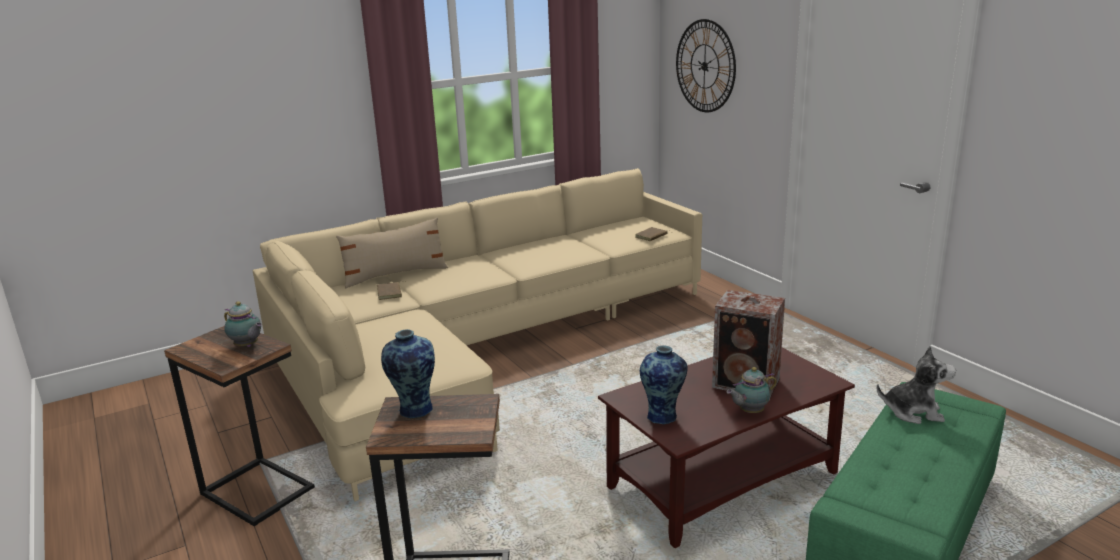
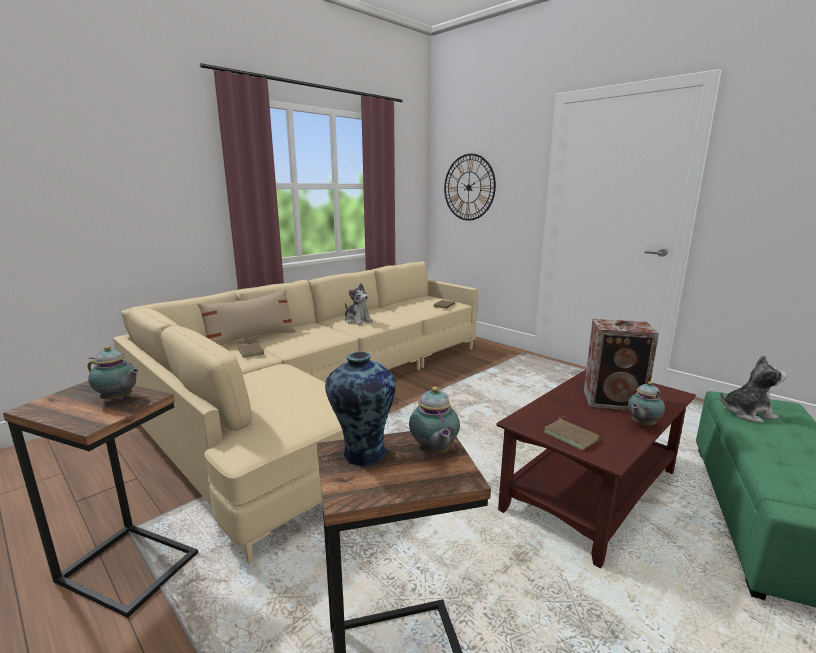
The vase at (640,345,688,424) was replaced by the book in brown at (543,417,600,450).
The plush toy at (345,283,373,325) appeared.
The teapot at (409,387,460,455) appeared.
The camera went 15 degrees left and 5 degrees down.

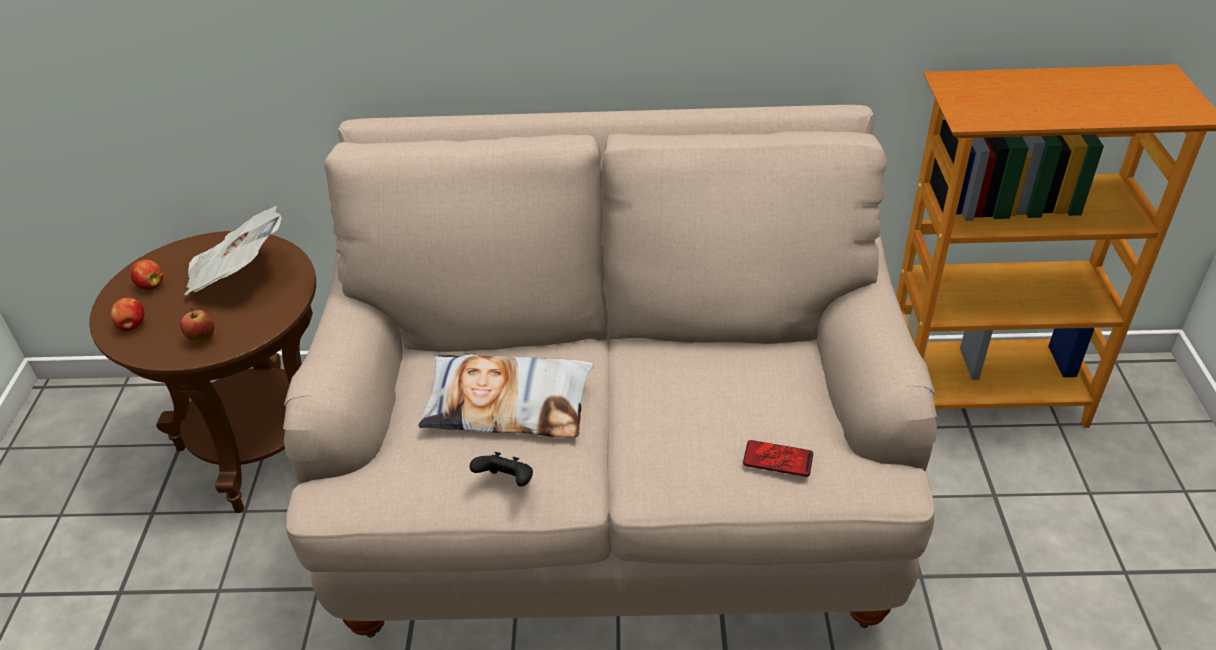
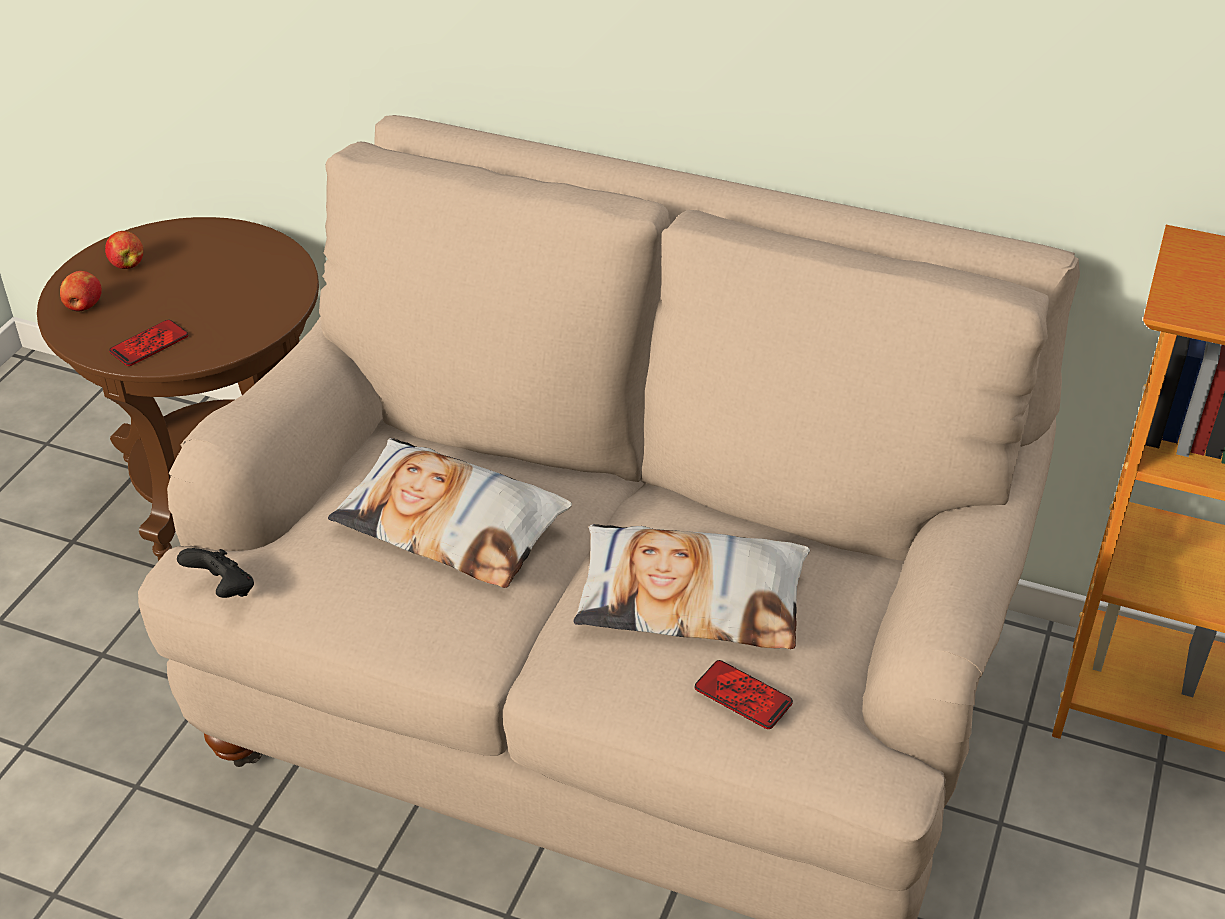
The apple at (180,308,214,344) was replaced by the phone at (109,320,189,366).
The newspaper at (184,206,282,296) disappeared.
The game controller in black moved from (469,452,533,487) to (177,548,254,598).
The pillow at (573,524,810,649) appeared.
The camera went 20 degrees right and 0 degrees up.

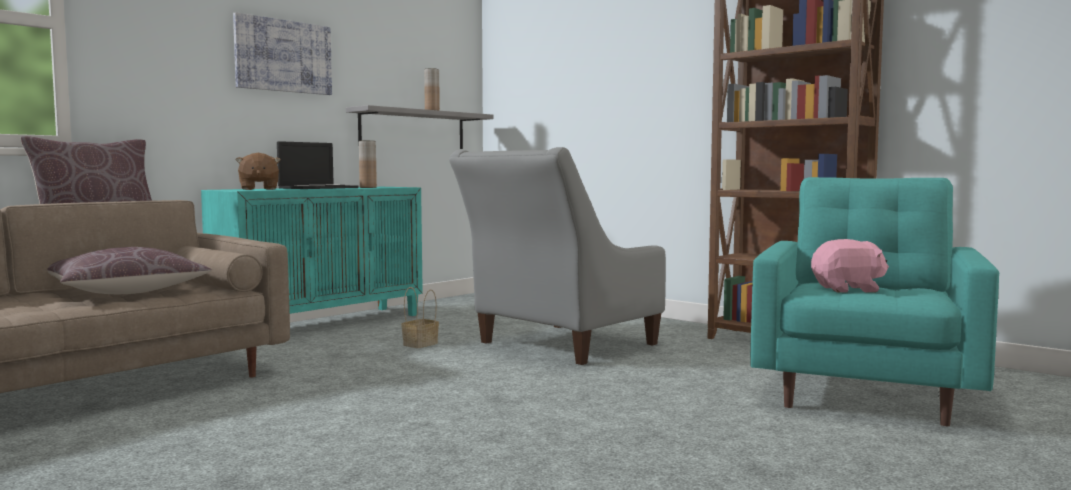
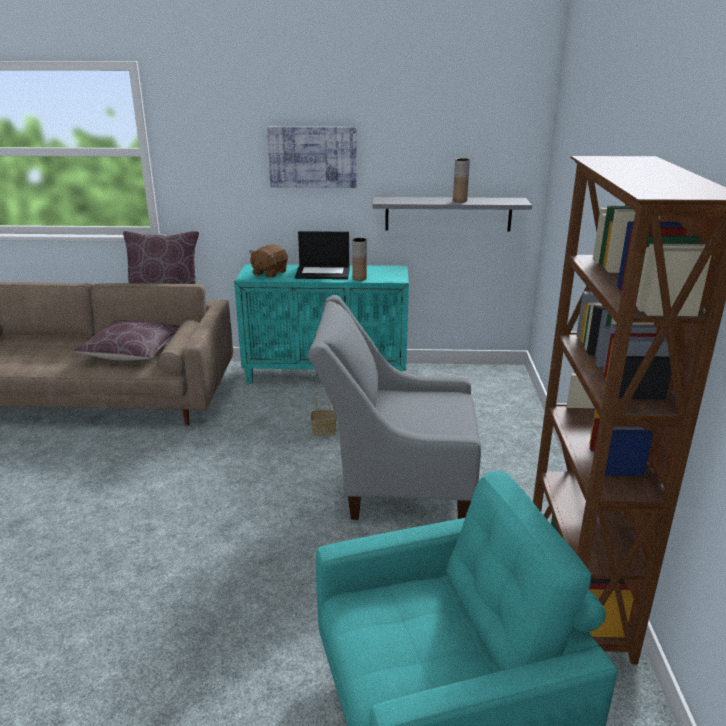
The plush toy in pink at (811,239,889,293) disappeared.
The camera went 50 degrees right and 20 degrees up.

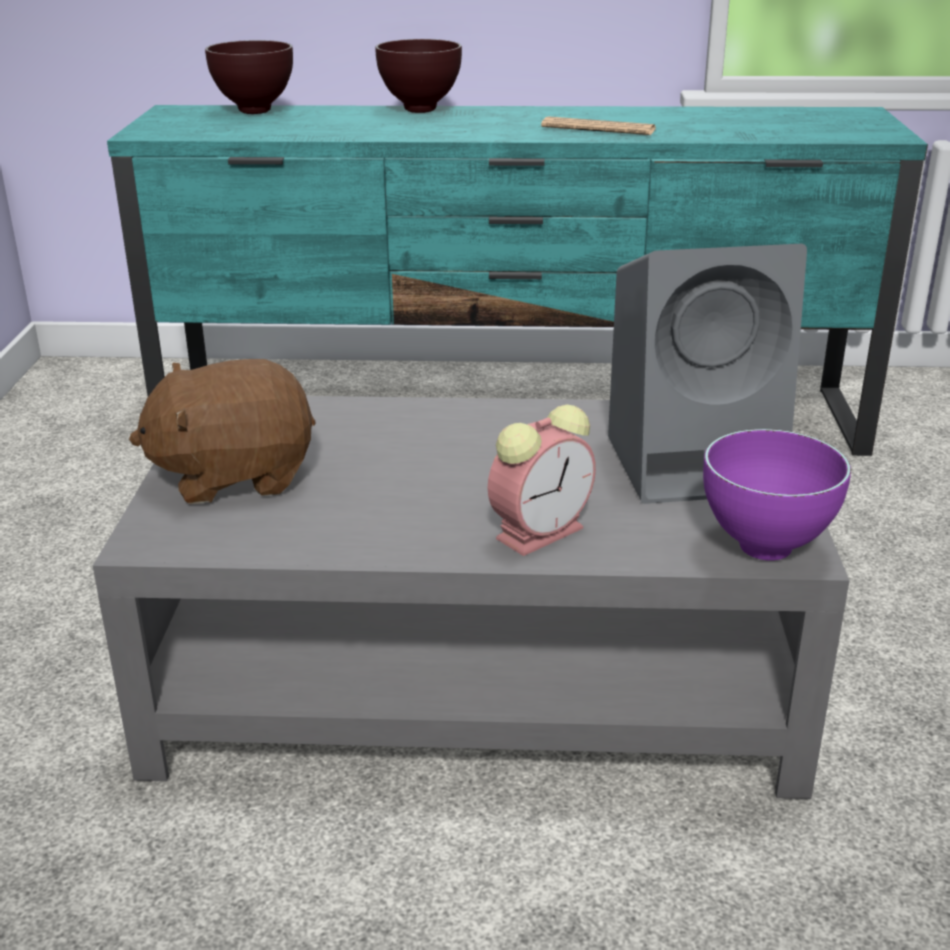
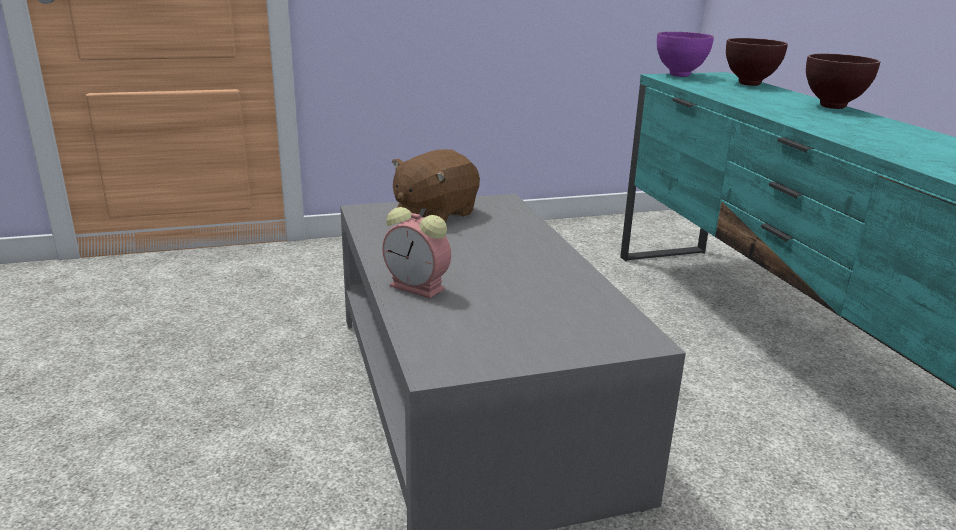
The plush toy in brown at (129,359,316,504) turned 105 degrees counterclockwise.
The newspaper at (541,116,656,135) disappeared.
The speaker in grey at (608,244,807,504) disappeared.
The bowl in purple moved from (703,429,851,560) to (657,32,714,77).
The camera went 70 degrees right and 5 degrees down.

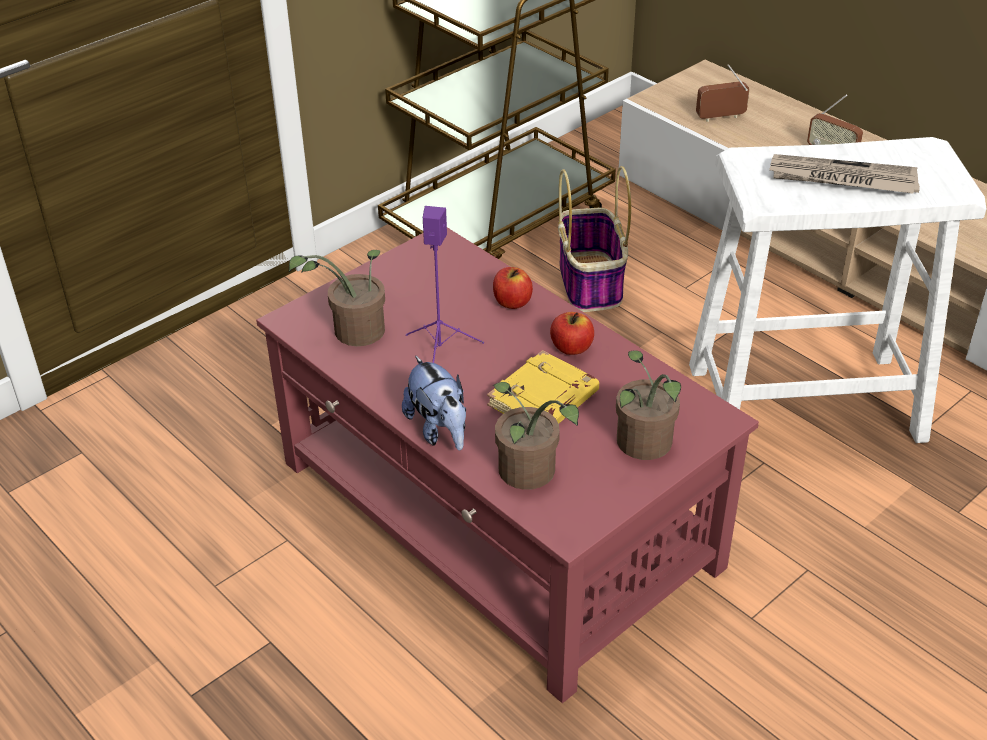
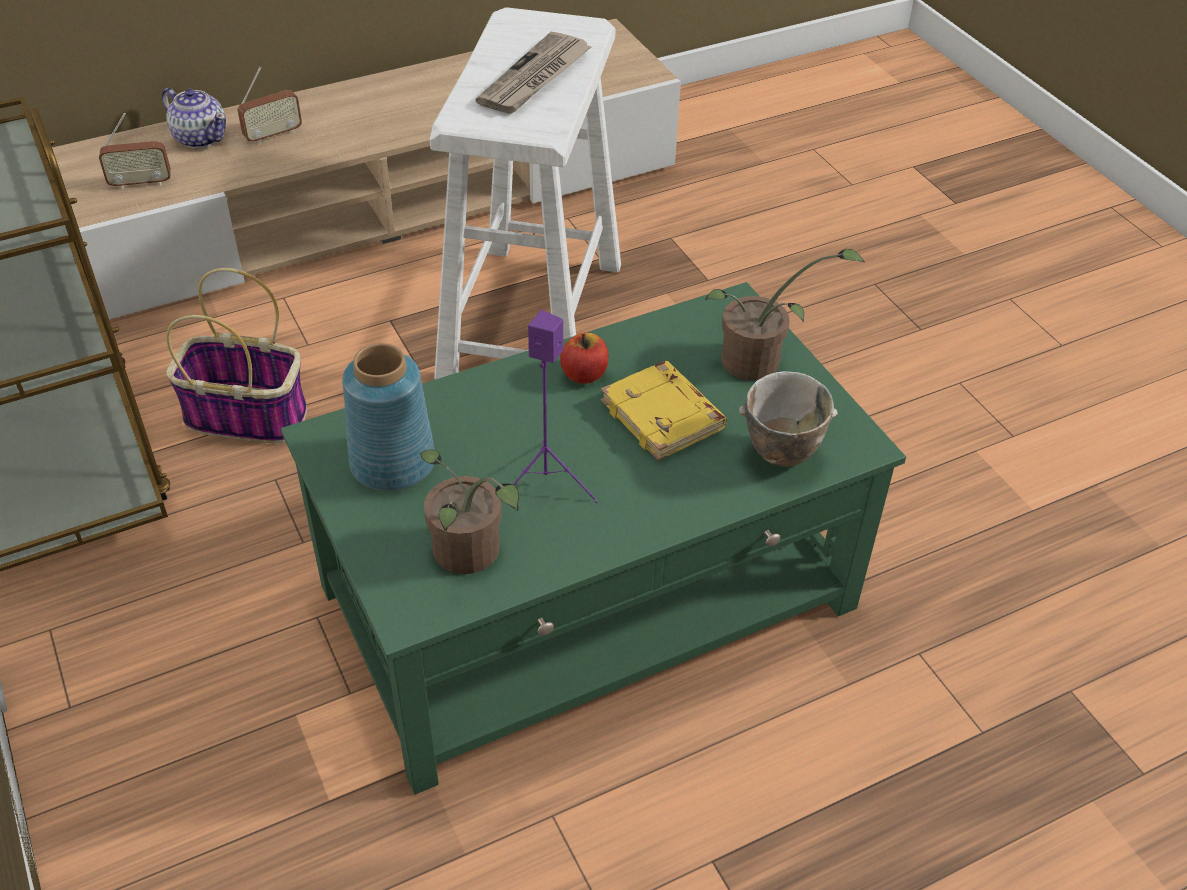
The coffee table in red at (256,227,759,703) became the coffee table in green at (281,282,906,795).
The plush toy at (402,355,466,450) disappeared.
The apple at (493,267,533,309) disappeared.
The potted plant at (493,382,579,490) was replaced by the bowl at (739,371,838,467).
The radio at (696,64,750,122) turned 105 degrees counterclockwise.
The teapot at (162,88,226,148) appeared.
The vase in blue at (342,343,435,491) appeared.
The camera went 75 degrees left and 5 degrees up.

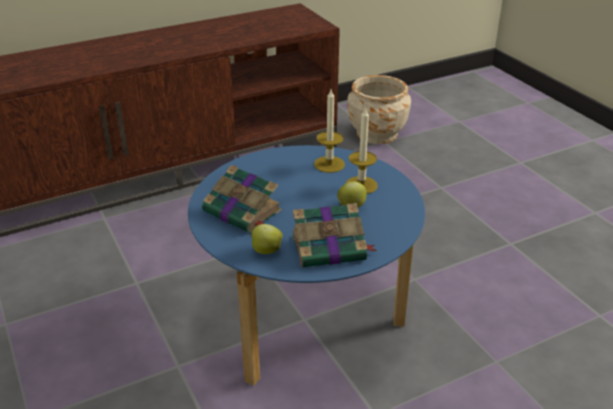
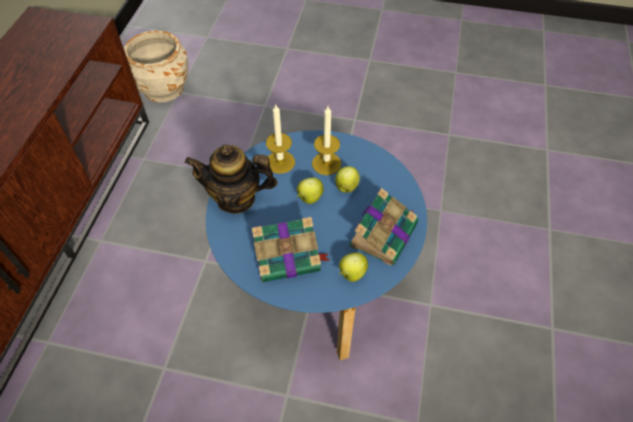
The teapot at (185,145,278,214) appeared.
The apple at (297,178,324,204) appeared.
The camera went 50 degrees left and 20 degrees up.

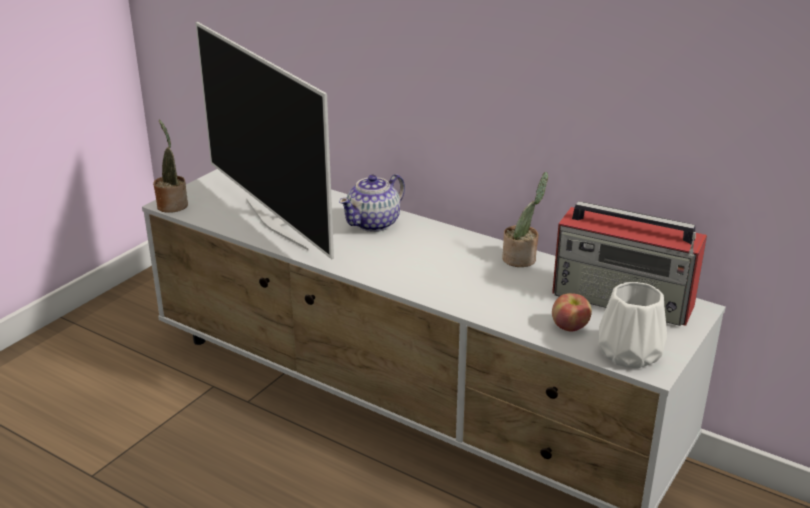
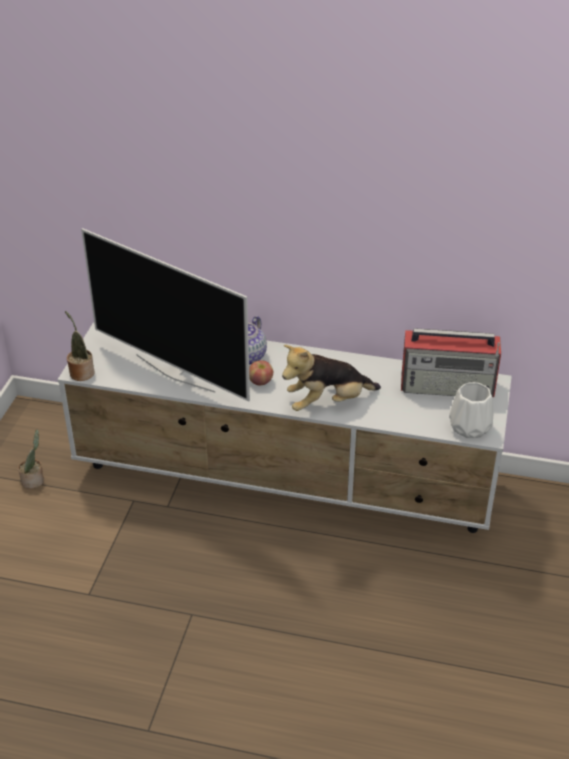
The potted plant moved from (502,172,548,267) to (18,430,44,489).
The apple moved from (552,293,592,332) to (249,360,273,385).
The plush toy at (282,345,381,411) appeared.
The camera went 20 degrees left and 10 degrees up.

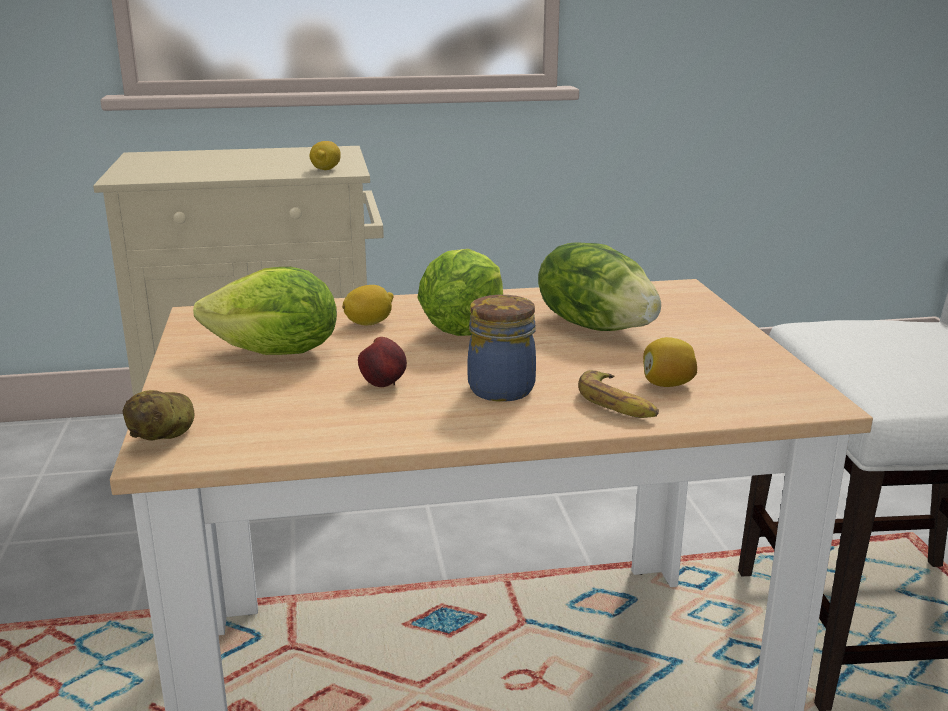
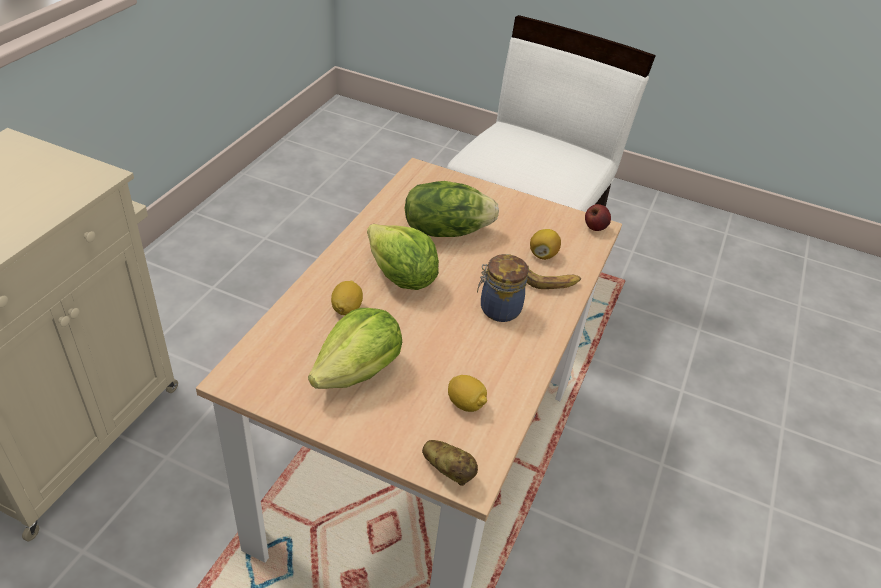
The lemon moved from (309,141,341,170) to (448,375,487,412).
The apple moved from (358,337,407,387) to (585,204,611,231).
The camera went 60 degrees left and 20 degrees up.

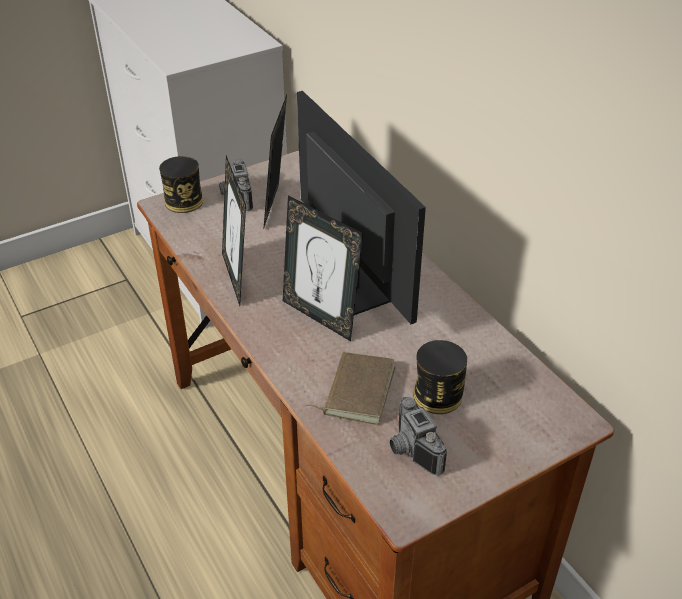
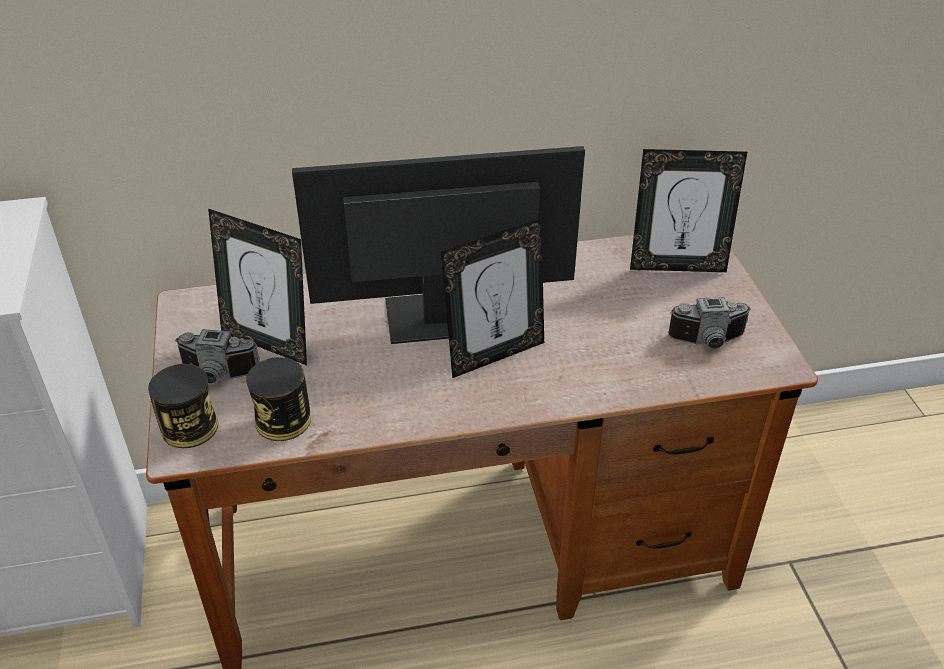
The picture frame moved from (222,156,246,306) to (630,149,747,272).
The book in brown at (306,352,395,425) disappeared.
The can moved from (413,340,467,414) to (246,357,311,441).
The camera went 70 degrees left and 0 degrees up.

